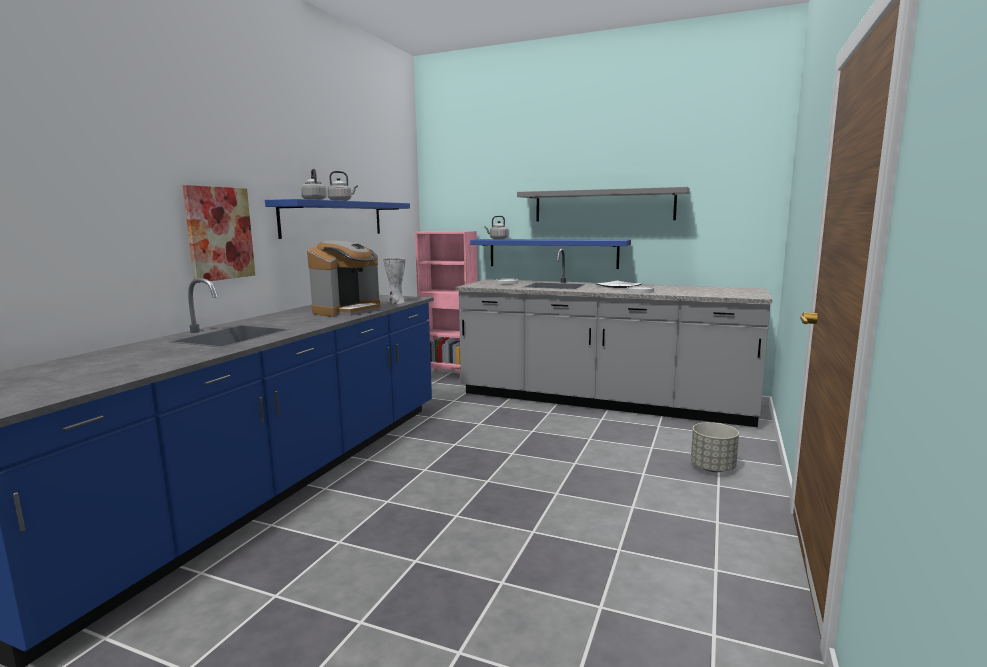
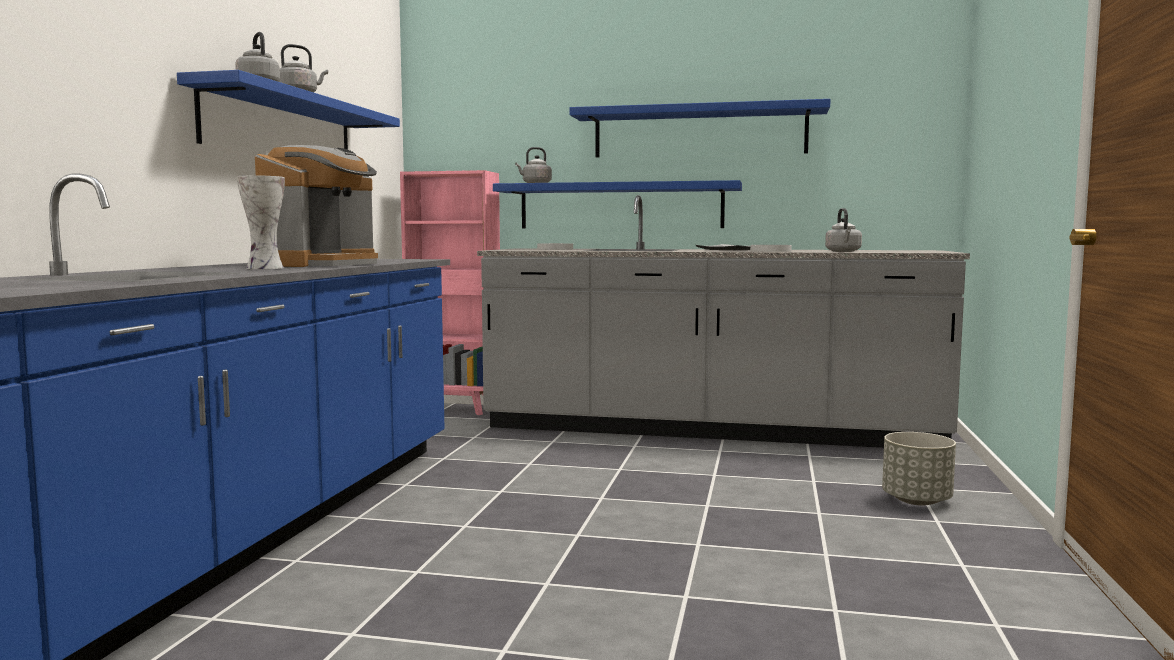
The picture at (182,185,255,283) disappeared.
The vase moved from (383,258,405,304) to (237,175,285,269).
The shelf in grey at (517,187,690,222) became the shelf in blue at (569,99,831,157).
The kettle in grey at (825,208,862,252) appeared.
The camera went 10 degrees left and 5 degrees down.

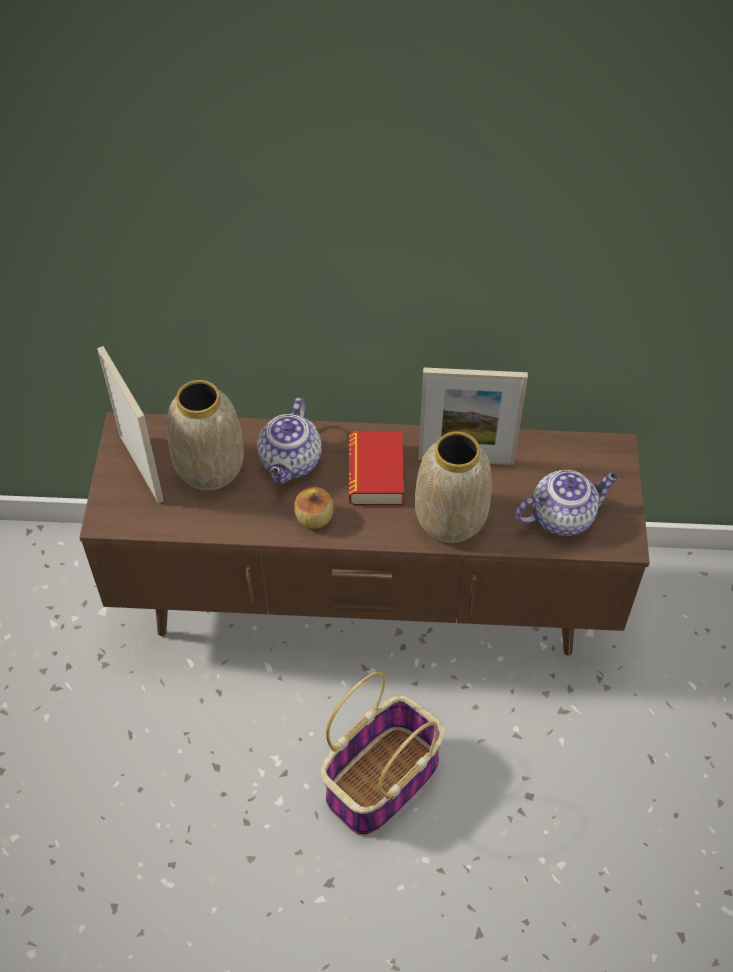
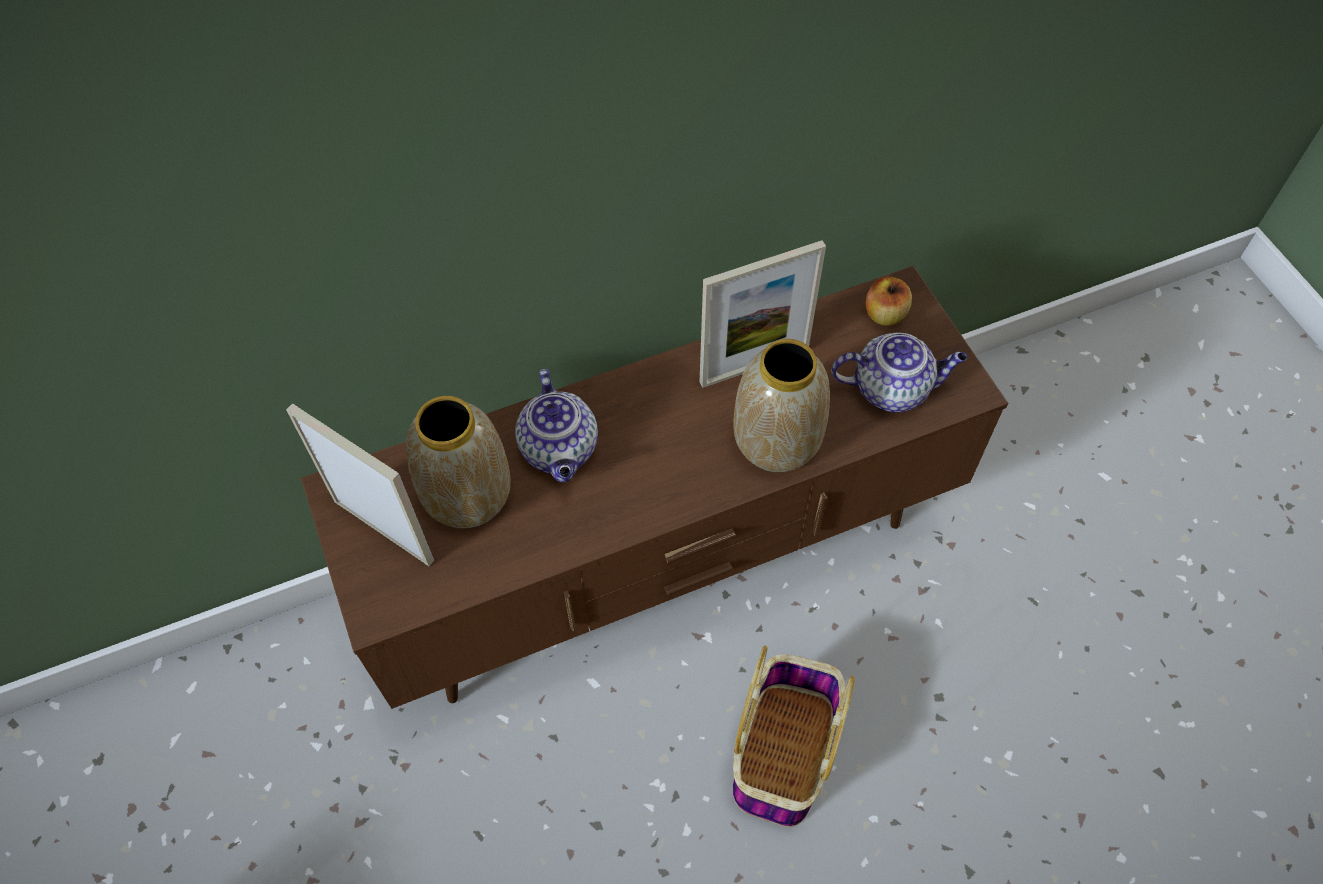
The apple moved from (294,487,334,529) to (865,277,912,326).
The book at (349,431,404,505) disappeared.
The teapot at (515,470,619,536) turned 45 degrees clockwise.
The camera went 25 degrees left and 5 degrees up.

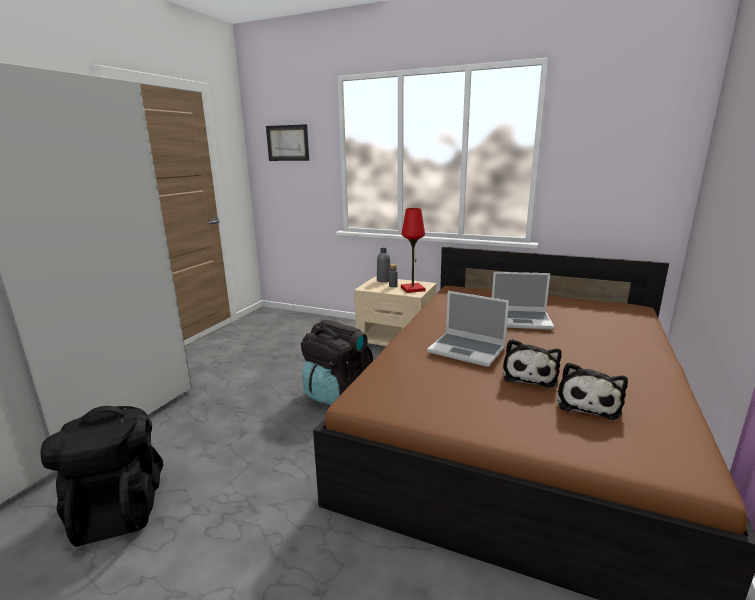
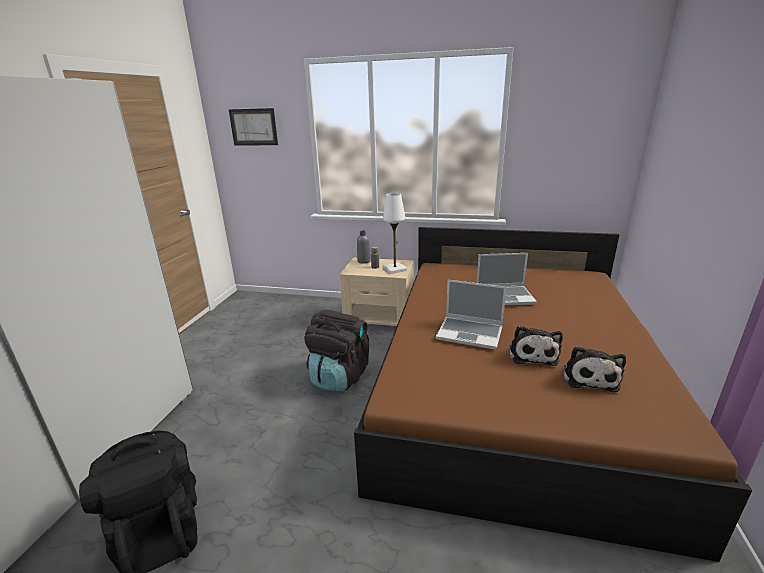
The table lamp in red at (401,208,425,293) became the table lamp in white at (383,193,407,274).
The camera went 10 degrees left and 5 degrees up.

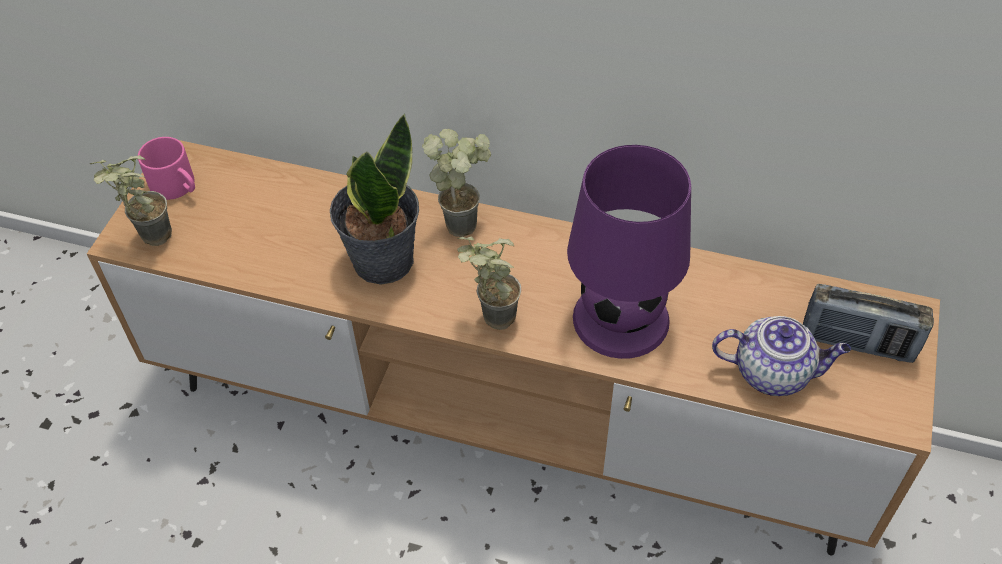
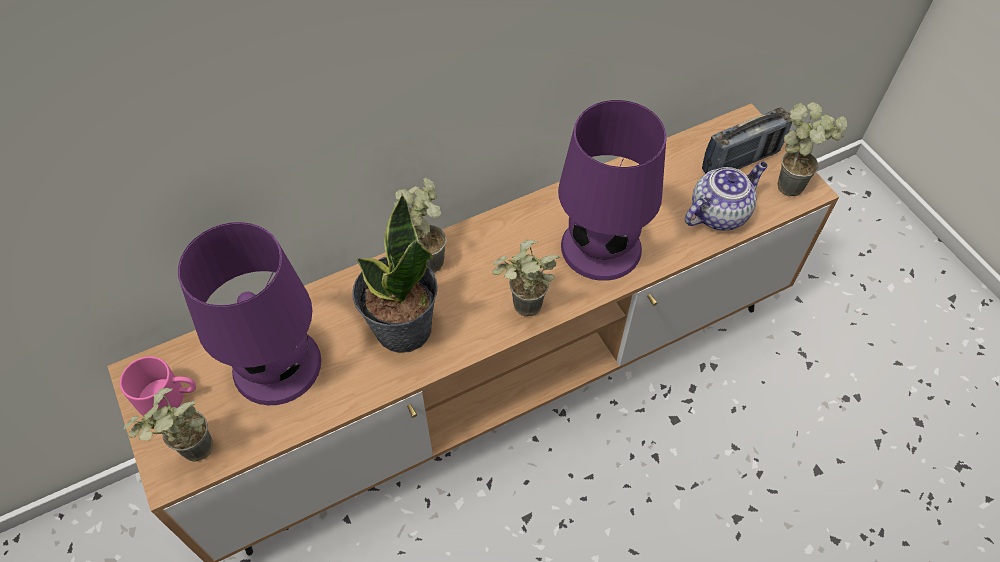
The table lamp in purple at (178,222,321,405) appeared.
The potted plant at (778,102,847,196) appeared.
The camera went 45 degrees left and 5 degrees up.

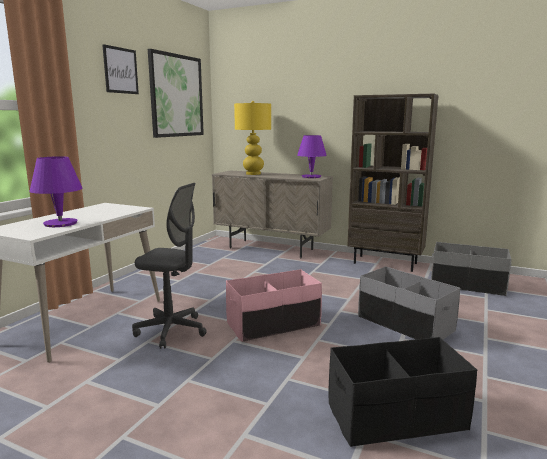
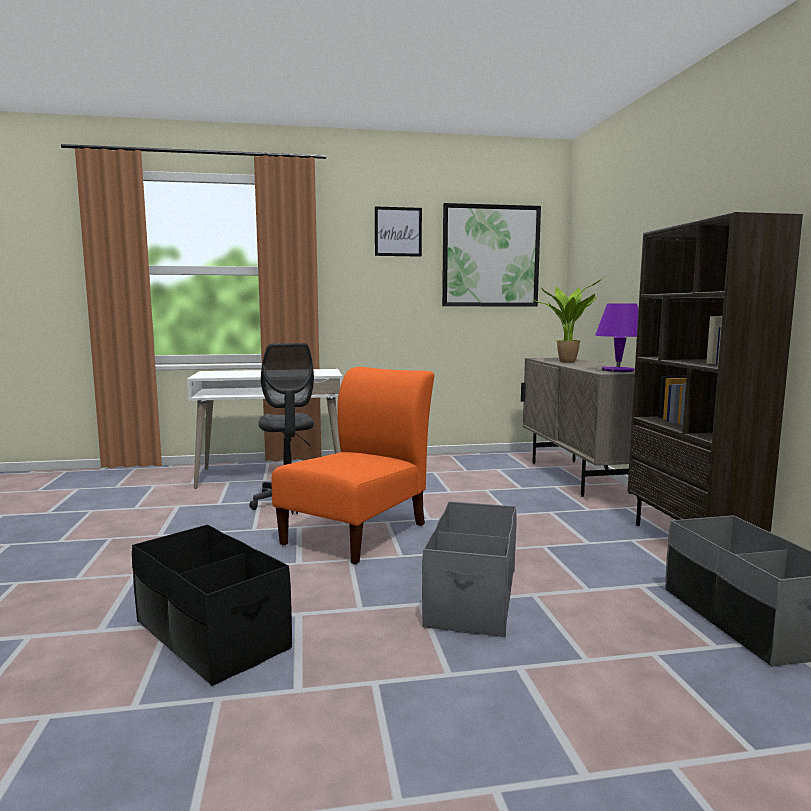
The table lamp in purple at (29,156,83,227) disappeared.
The storage box in pink at (226,269,322,342) was replaced by the chair in orange at (272,367,434,564).
The table lamp in yellow at (234,101,271,175) was replaced by the potted plant at (533,278,603,362).
The camera went 55 degrees right and 5 degrees down.

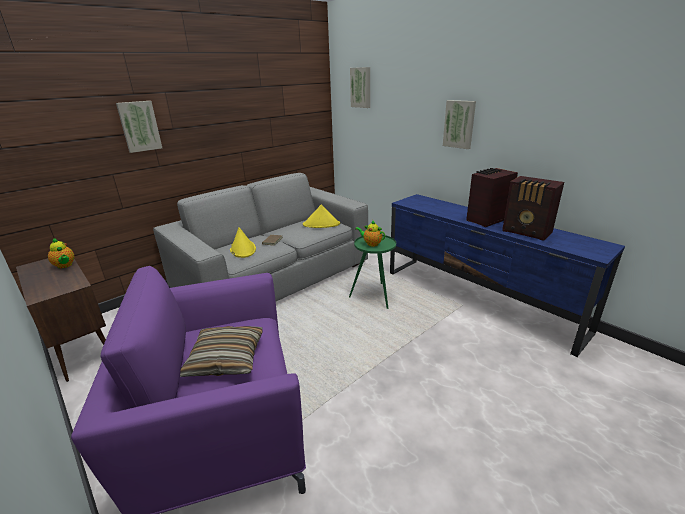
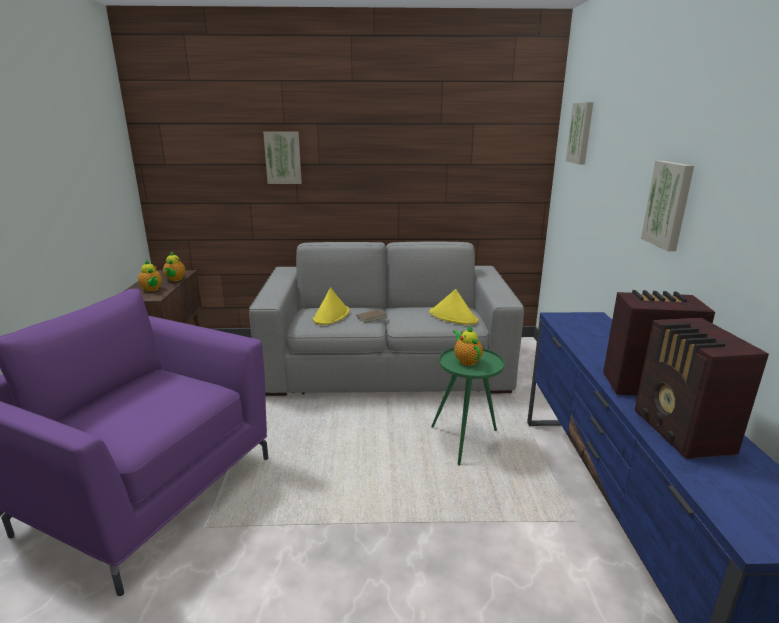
The pillow at (180,326,262,377) disappeared.
The teapot at (138,259,162,292) appeared.
The camera went 40 degrees right and 5 degrees down.

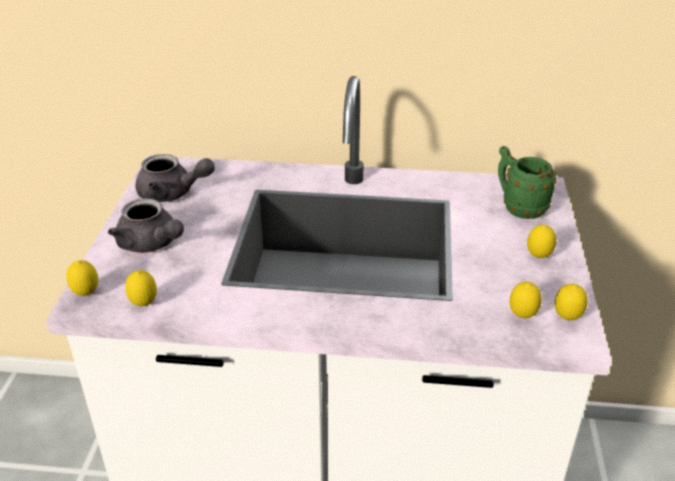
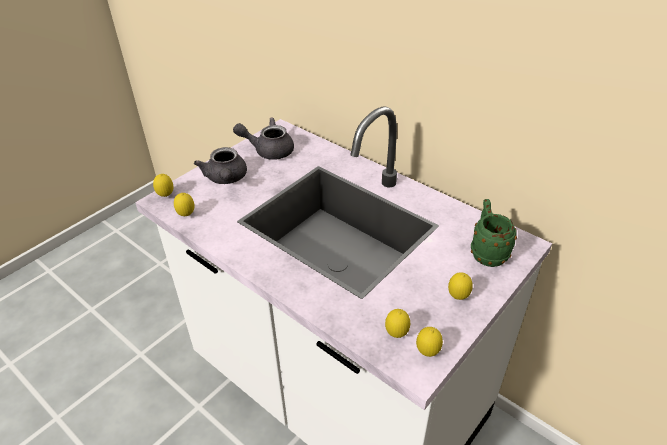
The teapot in grey at (135,154,215,202) turned 135 degrees clockwise.
The camera went 35 degrees right and 5 degrees up.

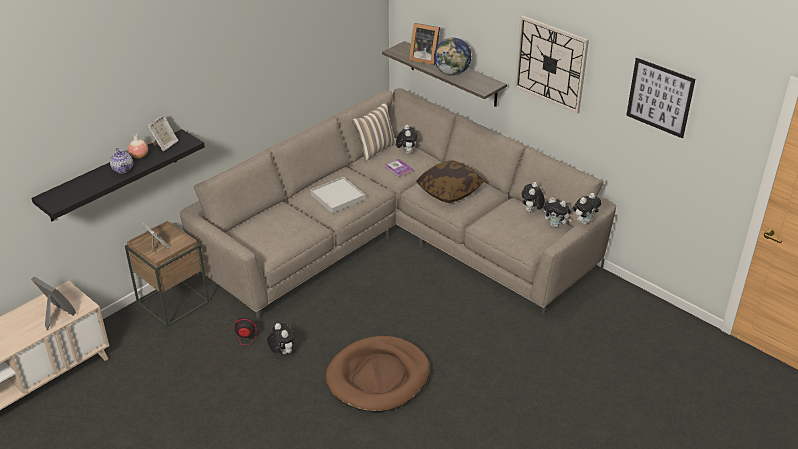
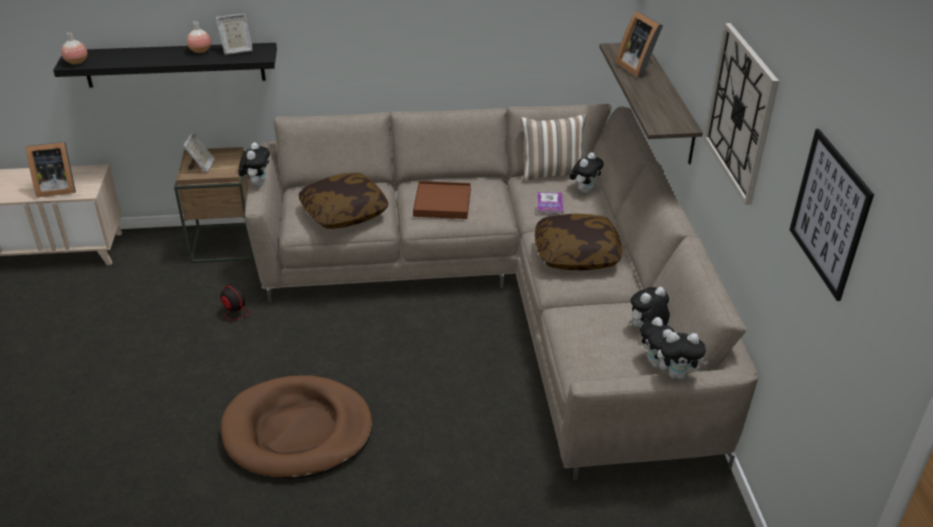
The picture frame at (31,276,76,330) turned 90 degrees clockwise.
The teapot at (110,148,133,173) disappeared.
The plush toy moved from (267,323,296,354) to (239,142,270,186).
The tray in white at (310,177,365,213) became the tray in brown at (413,181,471,219).
The globe at (434,37,471,76) disappeared.
The vase at (61,32,87,65) appeared.
The pillow at (299,173,388,229) appeared.
The camera went 40 degrees right and 0 degrees up.

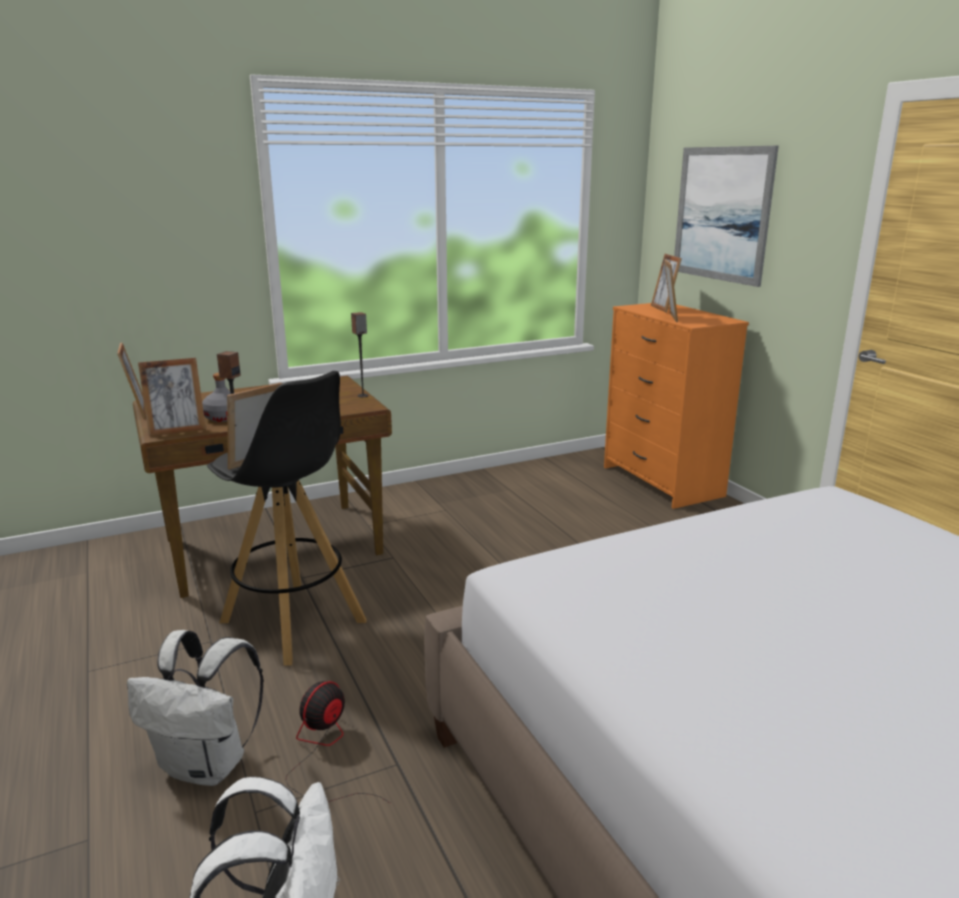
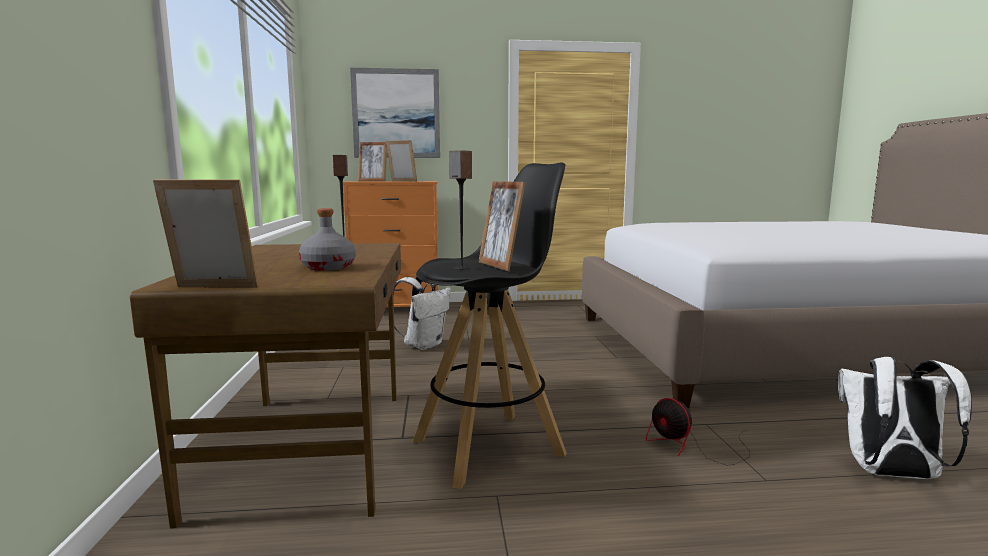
The backpack in white moved from (127,630,264,786) to (393,277,451,350).
The picture frame at (138,358,206,436) disappeared.
The camera went 70 degrees left and 10 degrees down.

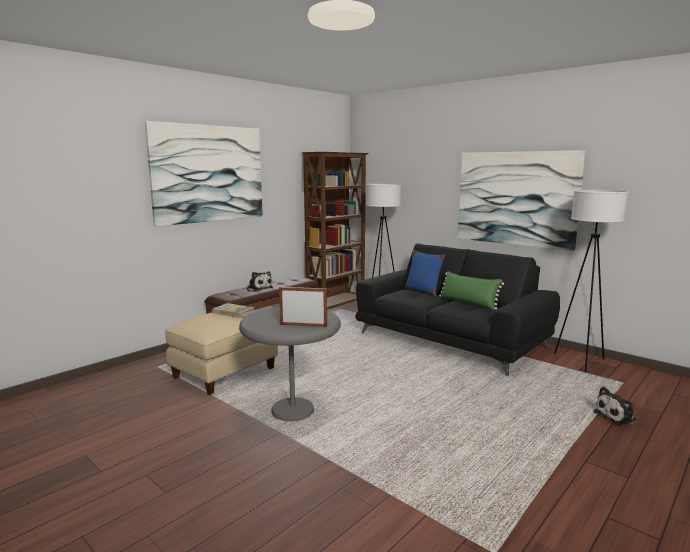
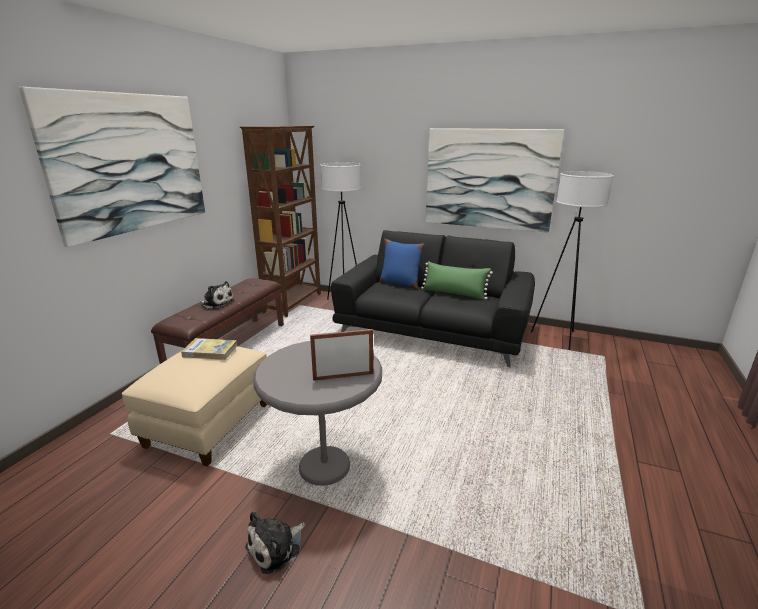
The plush toy moved from (593,387,637,426) to (245,511,305,574).
The camera went 20 degrees left and 10 degrees up.

